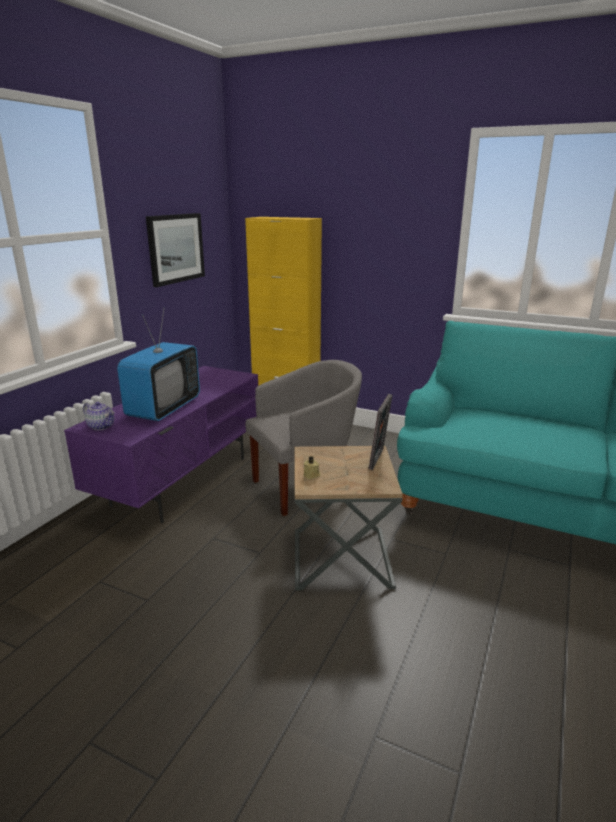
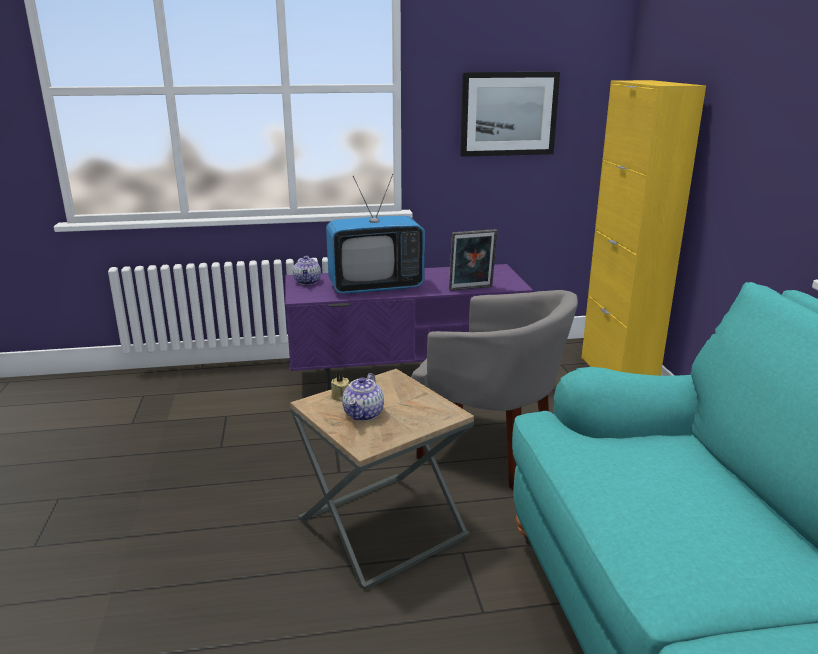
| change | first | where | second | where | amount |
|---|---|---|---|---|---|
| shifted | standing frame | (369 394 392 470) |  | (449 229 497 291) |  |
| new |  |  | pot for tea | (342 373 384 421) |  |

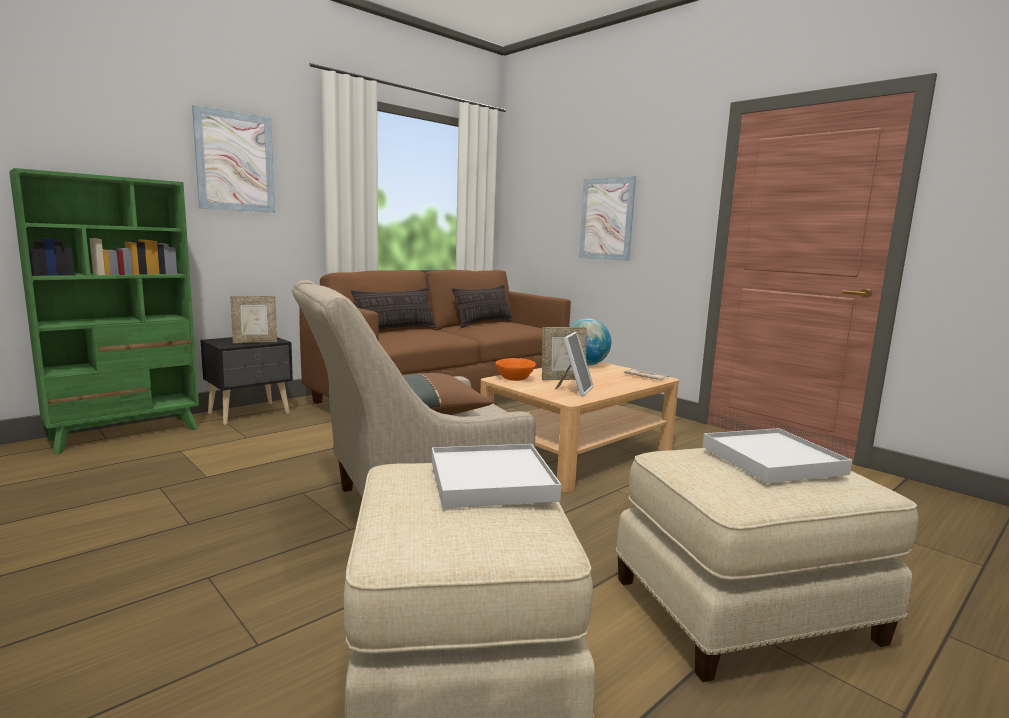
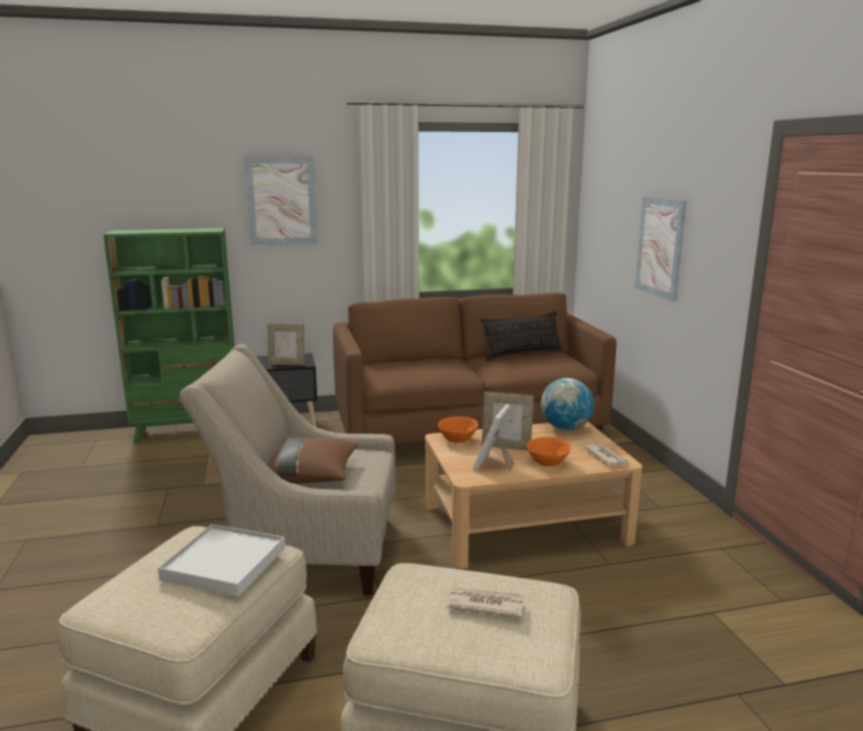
| change | first | where | second | where | amount |
|---|---|---|---|---|---|
| gone | pillow | (351 287 437 330) |  |  |  |
| rotated | standing frame | (554 332 593 397) |  | (473 404 515 471) | 150 degrees clockwise |
| swapped | white-coloured carrying tray | (702 428 852 483) | printed paper | (447 587 525 618) |  |
| new |  |  | orange serving bowl | (527 437 571 466) |  |

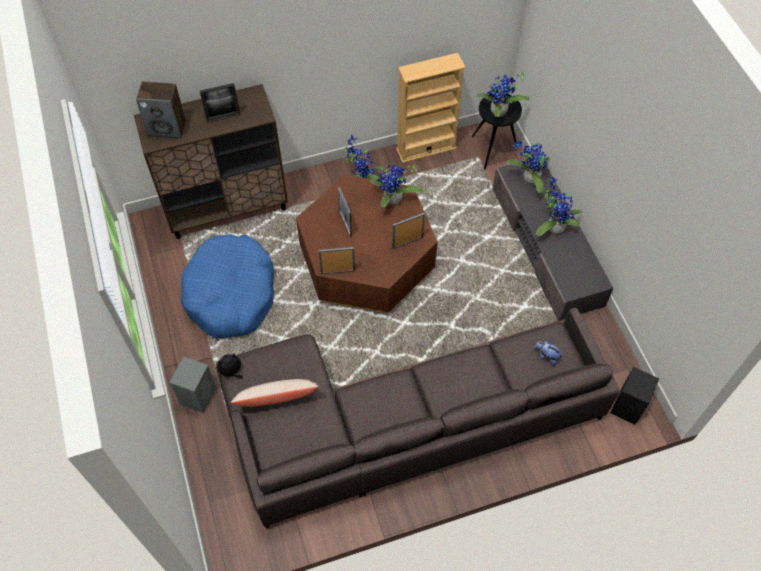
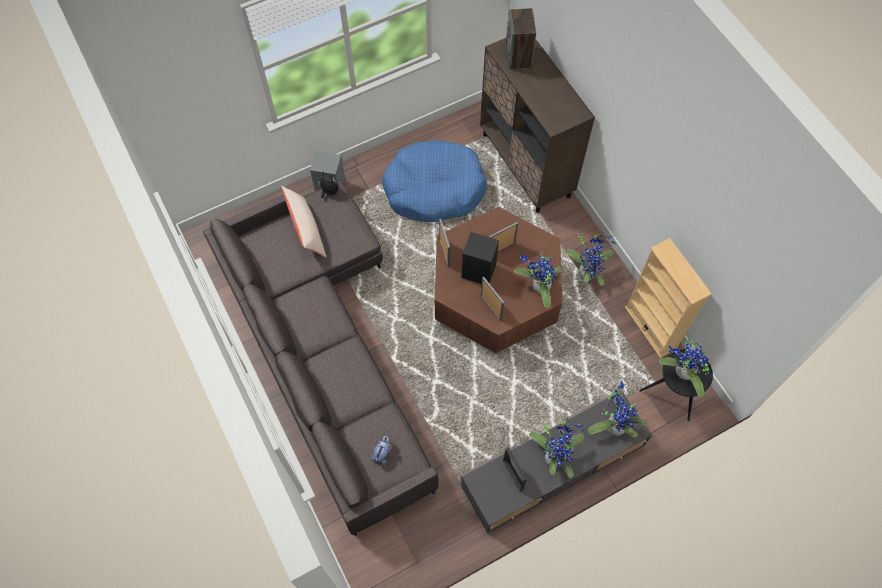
| change | first | where | second | where | amount |
|---|---|---|---|---|---|
| shifted | standing frame | (200 83 240 123) |  | (503 447 527 492) |  |
| shifted | black-coloured loudspeaker | (611 367 659 425) |  | (462 232 499 284) |  |

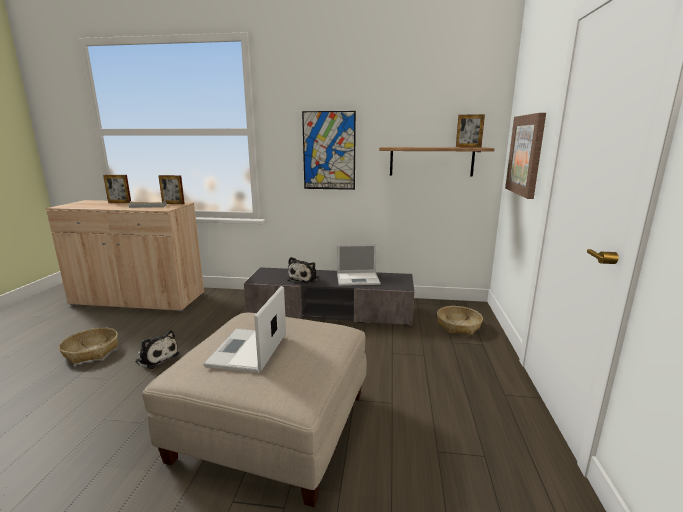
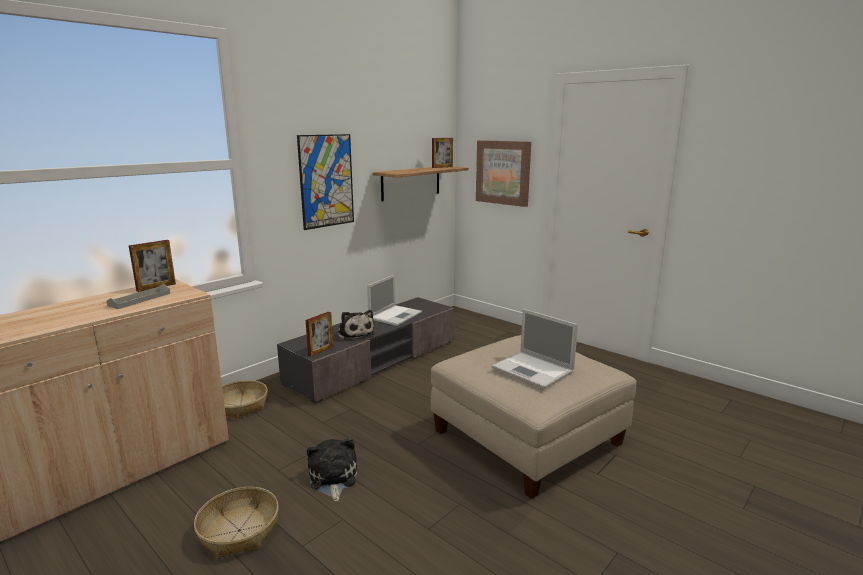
| change | first | where | second | where | amount |
|---|---|---|---|---|---|
| shifted | standing frame | (103 175 131 203) |  | (306 312 333 357) |  |
| rotated | plush toy | (136 330 179 369) |  | (307 438 357 502) | 75 degrees counterclockwise |
| shifted | storage basket | (437 306 483 335) |  | (222 380 268 419) |  |

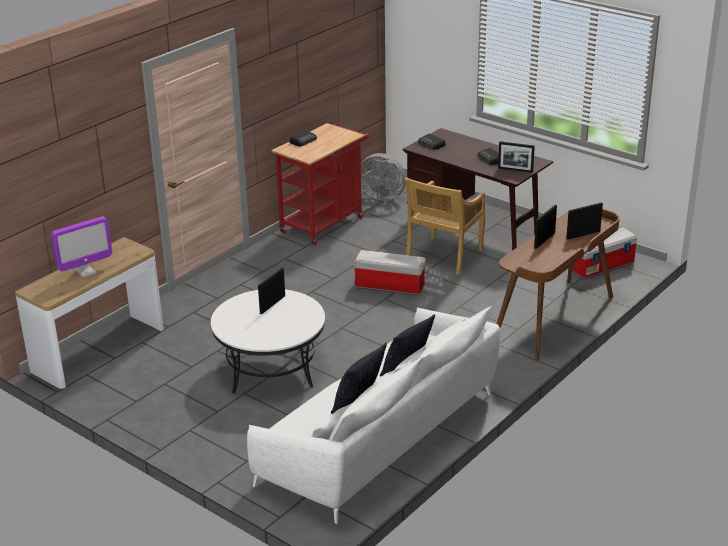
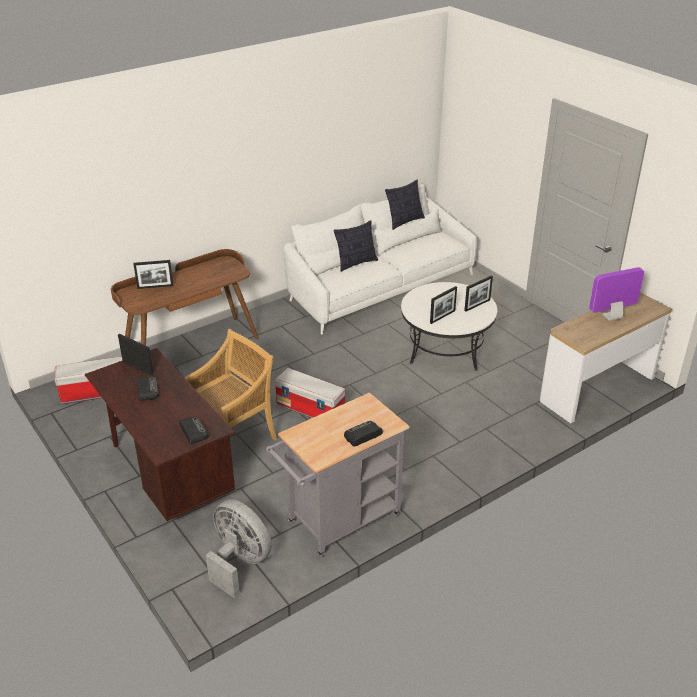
| change | first | where | second | where | amount |
|---|---|---|---|---|---|
| repainted | reddish cart | (272 123 370 246) | grey cart | (266 392 409 557) |  |
| shifted | standing frame | (534 205 557 249) |  | (464 276 493 312) |  |

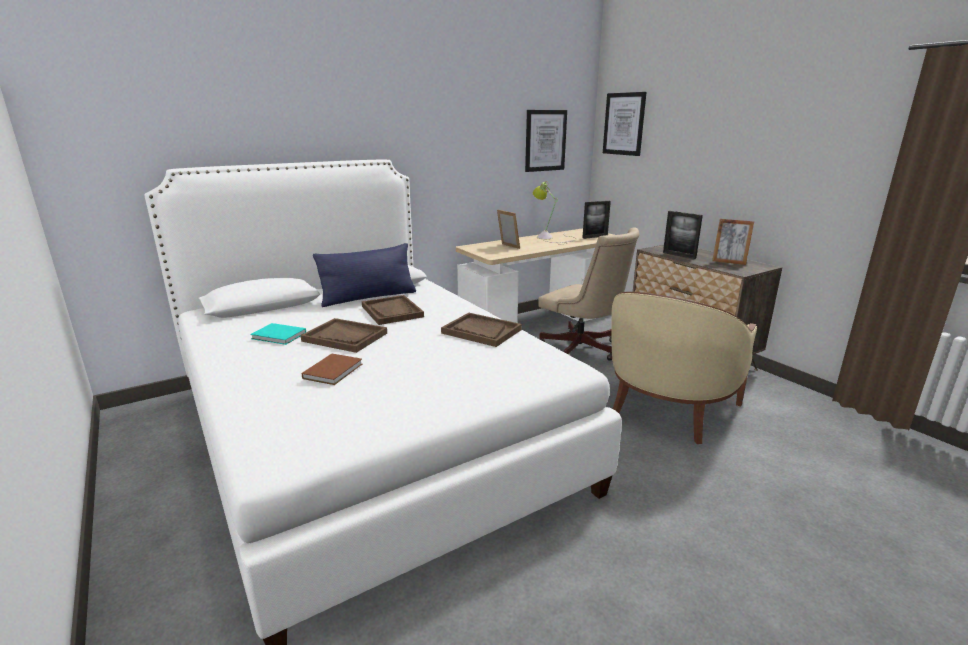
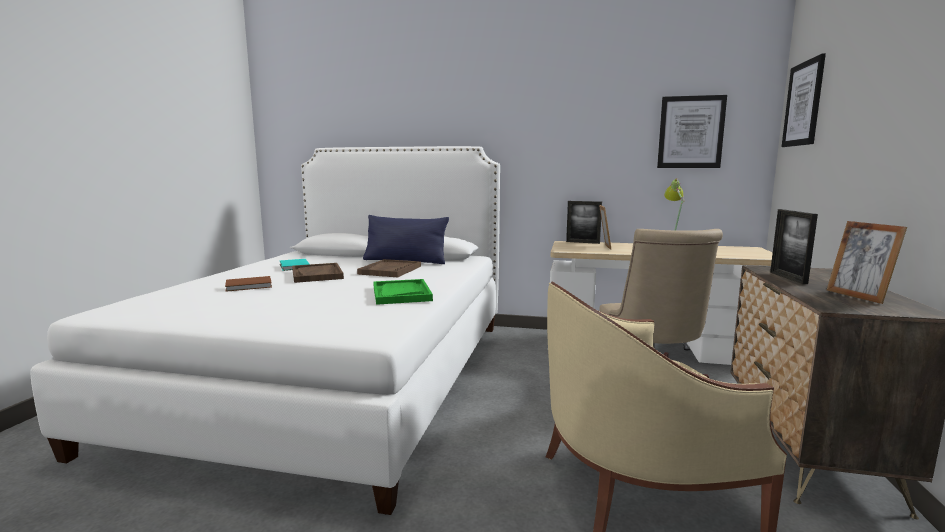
| change | first | where | second | where | amount |
|---|---|---|---|---|---|
| repainted | brown-coloured carrying tray | (441 313 522 347) | green-coloured carrying tray | (373 279 433 305) |  |
| shifted | standing frame | (583 201 611 239) |  | (566 201 602 244) |  |

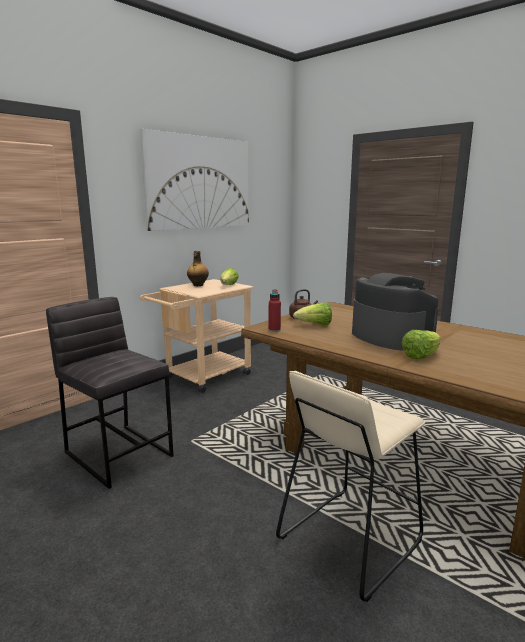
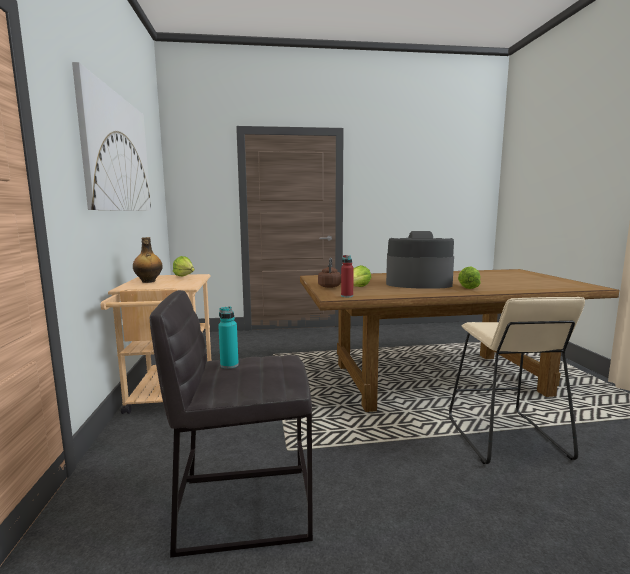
| change | first | where | second | where | amount |
|---|---|---|---|---|---|
| new |  |  | turquoise-coloured bottle | (218 306 239 369) |  |

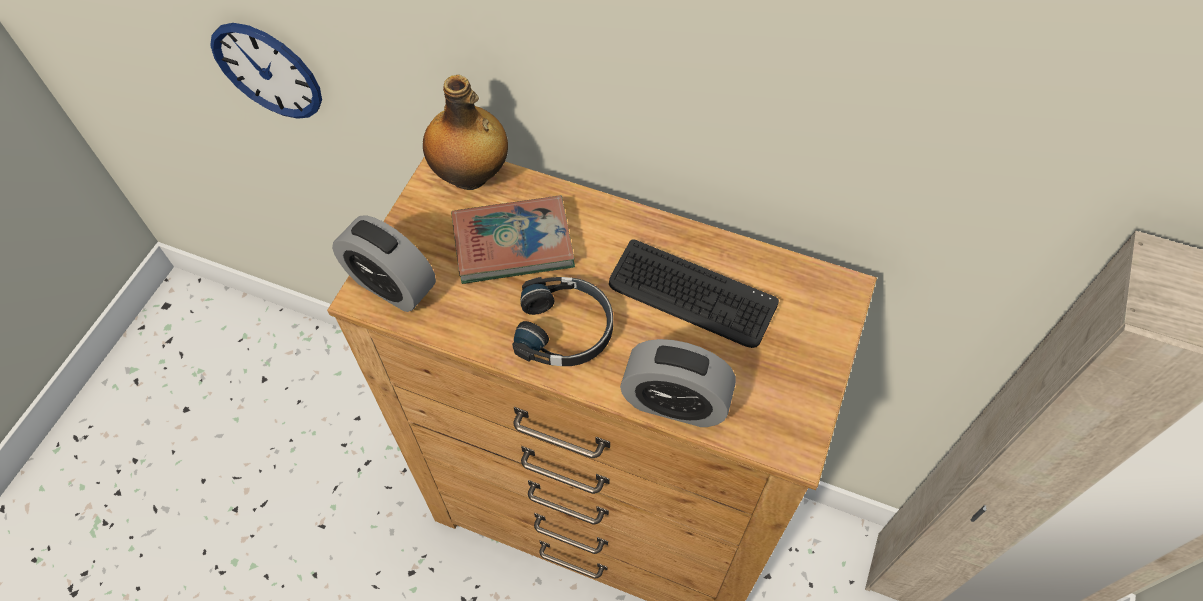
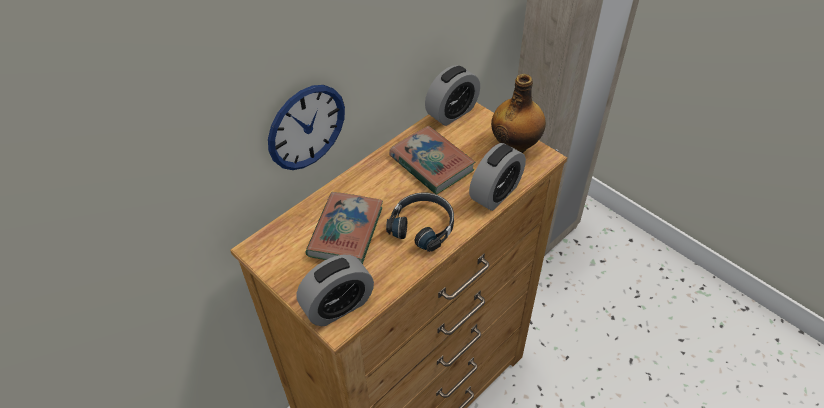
| change | first | where | second | where | amount |
|---|---|---|---|---|---|
| shifted | wall clock | (210 23 322 119) |  | (268 85 345 170) |  |
| shifted | bottle | (423 75 508 190) |  | (491 74 546 153) |  |
| swapped | keyboard | (609 239 779 348) | volume | (389 126 475 195) |  |
| new |  |  | table clock | (425 65 480 126) |  |

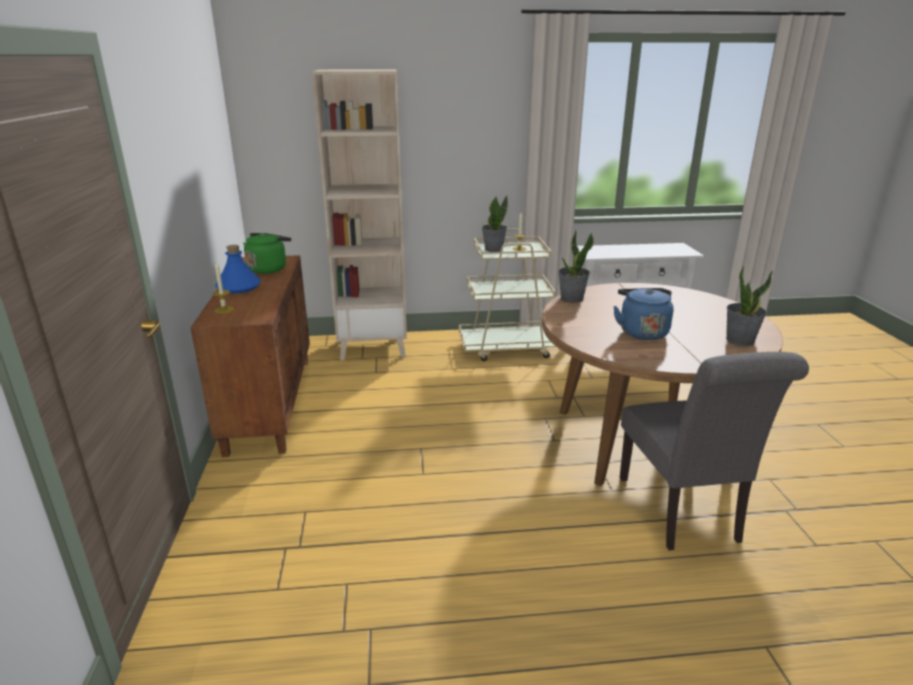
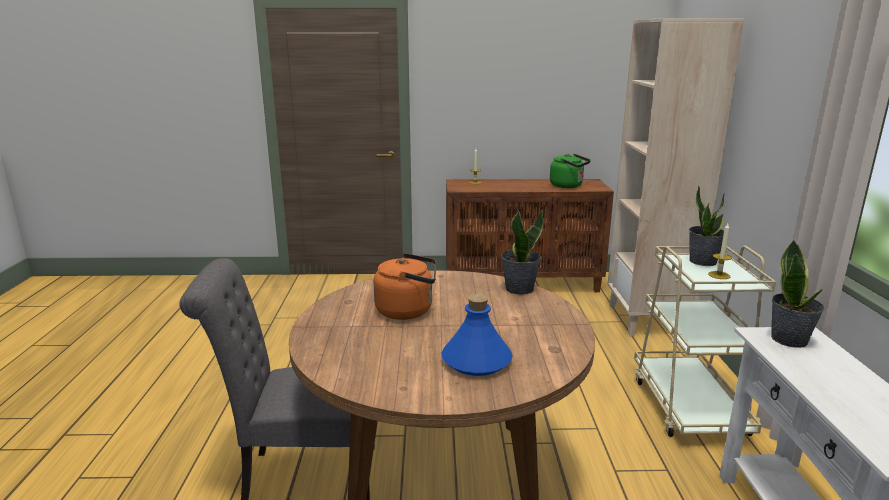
| change | first | where | second | where | amount |
|---|---|---|---|---|---|
| shifted | blue-coloured bottle | (215 245 261 294) |  | (442 294 513 376) |  |
| repainted | blue-coloured kettle | (613 288 674 340) | orange kettle | (374 253 436 320) |  |
| shifted | plant in a pot | (726 265 773 346) |  | (771 240 825 348) |  |

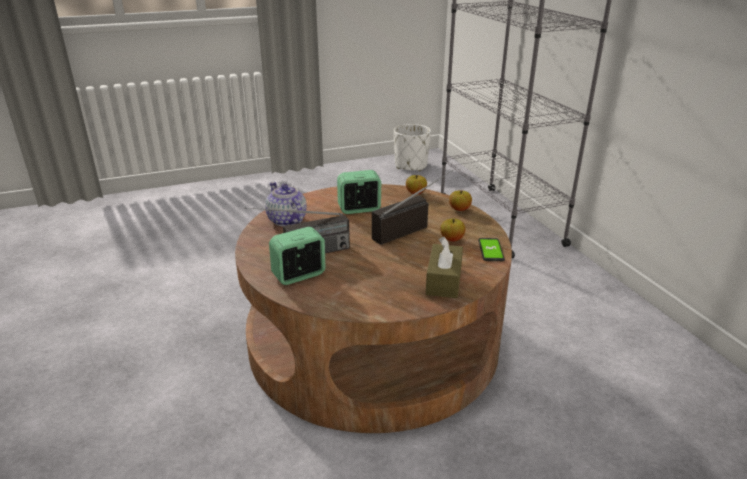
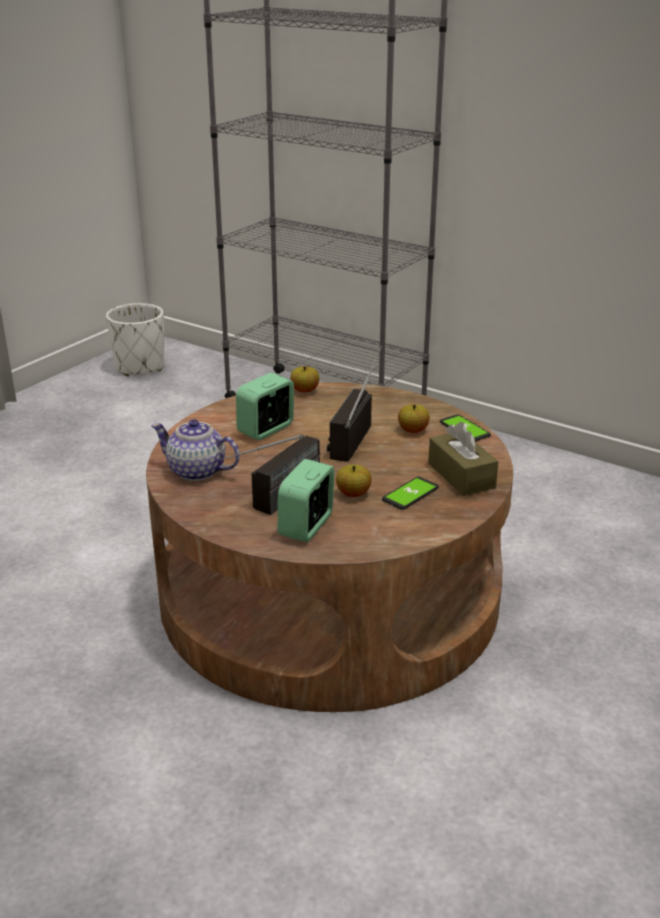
| change | first | where | second | where | amount |
|---|---|---|---|---|---|
| shifted | apple fruit | (449 190 472 211) |  | (336 464 372 497) |  |
| new |  |  | telephone | (382 477 439 510) |  |

